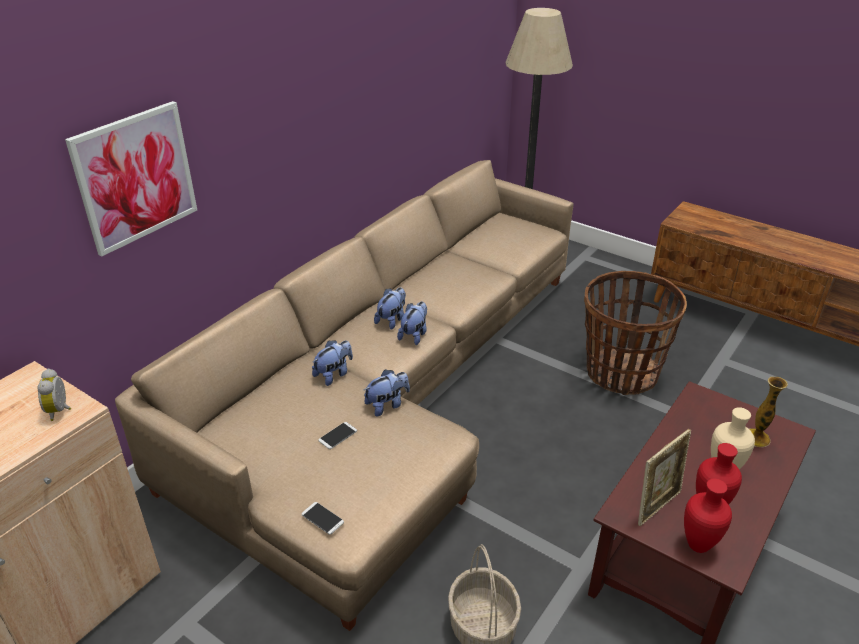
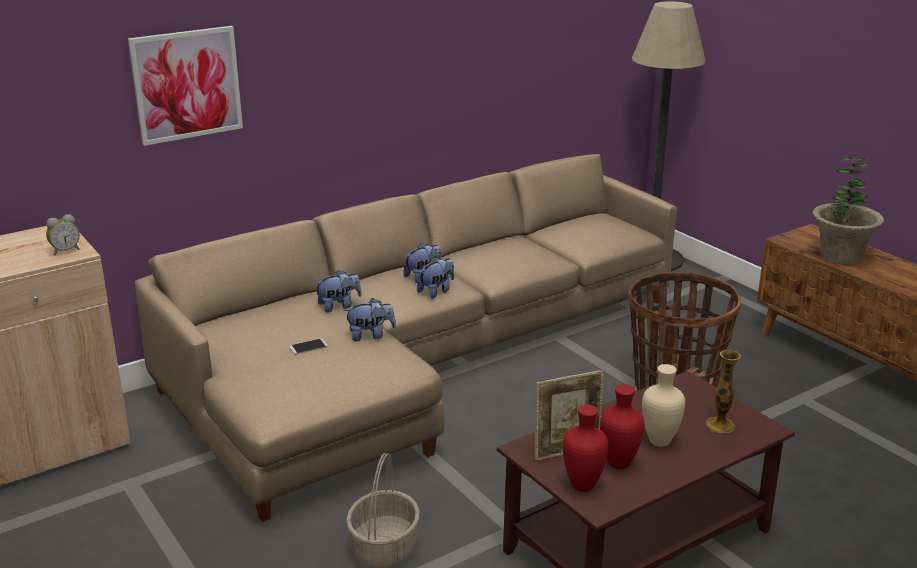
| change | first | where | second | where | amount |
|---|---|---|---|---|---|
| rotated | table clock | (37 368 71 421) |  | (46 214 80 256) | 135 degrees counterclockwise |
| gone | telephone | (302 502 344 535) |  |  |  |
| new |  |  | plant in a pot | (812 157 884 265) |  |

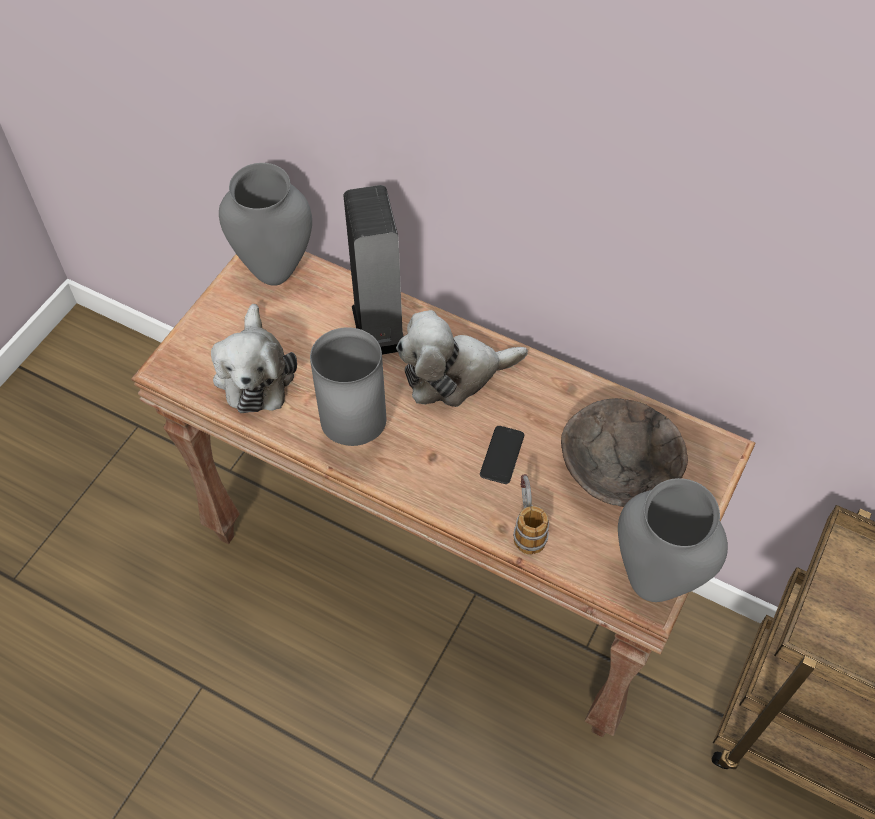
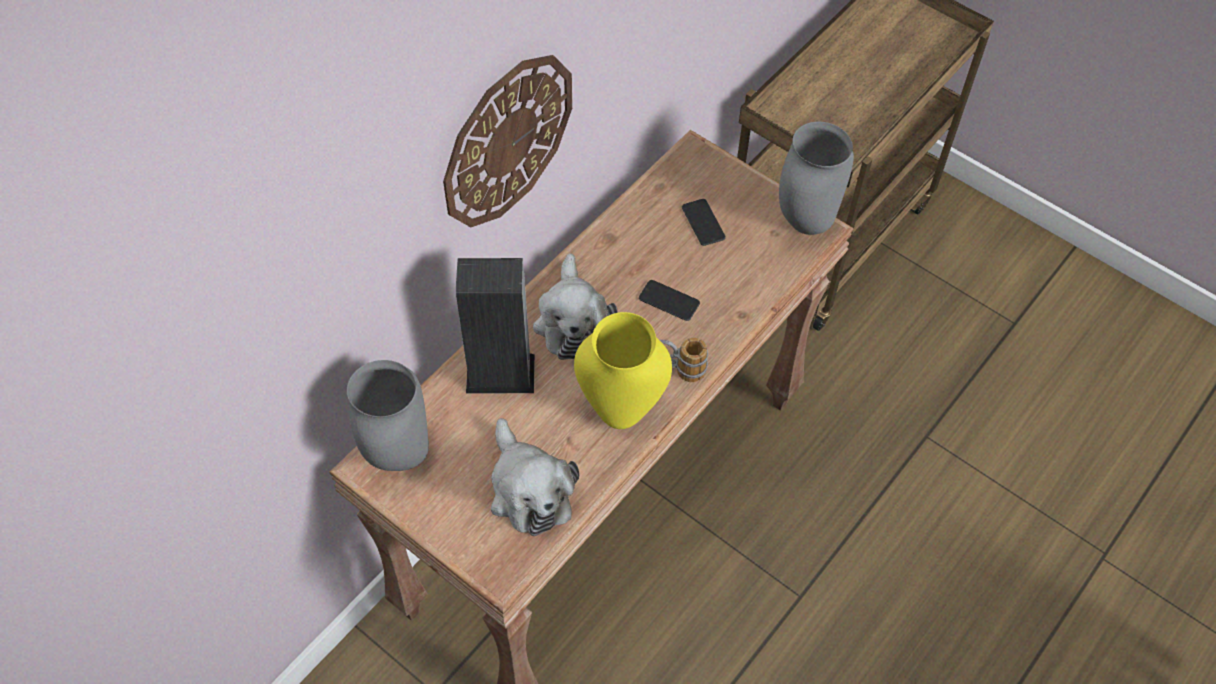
| change | first | where | second | where | amount |
|---|---|---|---|---|---|
| rotated | plush toy | (211 304 297 413) |  | (491 418 579 536) | 60 degrees clockwise |
| repainted | grey decorative vase | (310 327 386 446) | yellow-coloured decorative vase | (574 312 672 429) |  |
| shifted | tea mug | (513 474 549 554) |  | (660 337 708 382) |  |
| swapped | brown-coloured serving bowl | (561 398 688 507) | telephone | (682 199 726 246) |  |
| new |  |  | wall clock | (443 55 572 227) |  |

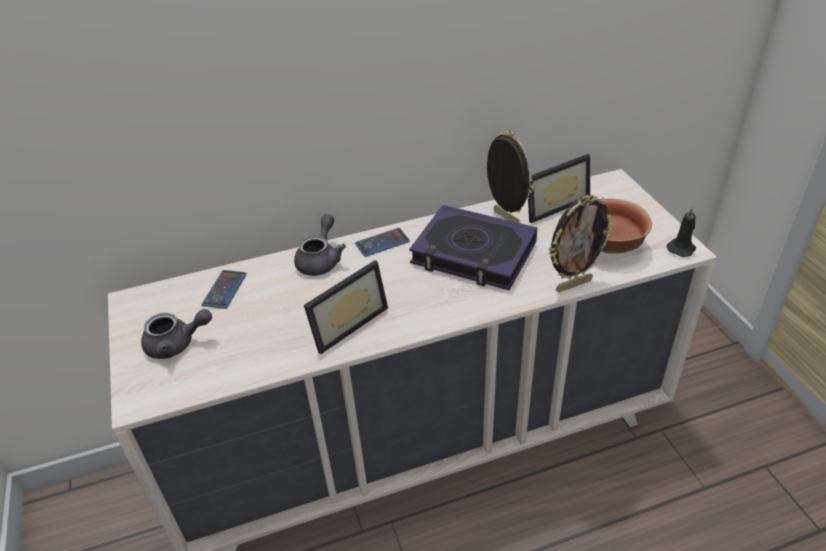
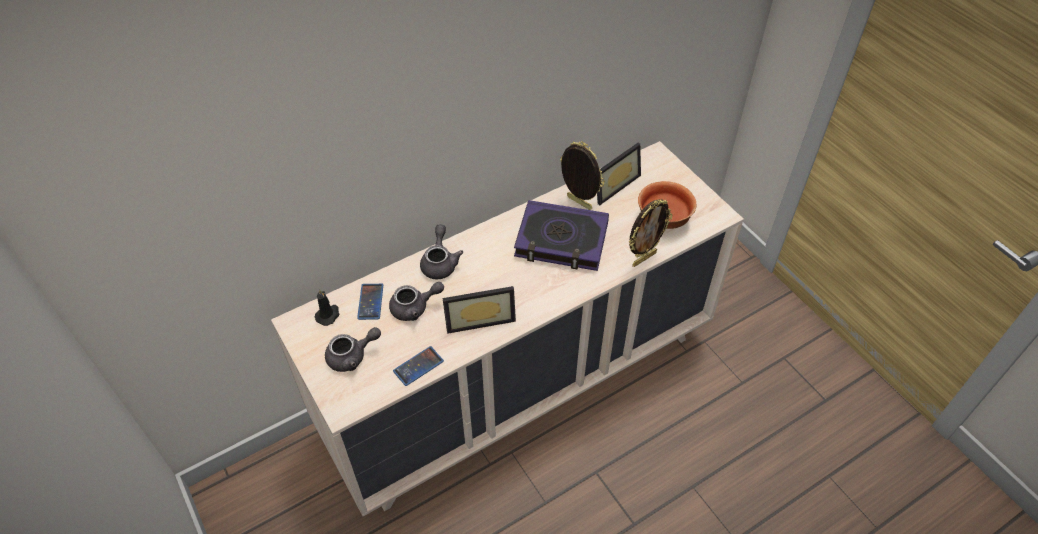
| change | first | where | second | where | amount |
|---|---|---|---|---|---|
| rotated | standing frame | (304 260 388 354) |  | (443 286 516 334) | 45 degrees clockwise |
| shifted | telephone | (355 228 410 257) |  | (393 346 444 386) |  |
| shifted | black-coloured candle | (666 206 696 257) |  | (315 289 339 326) |  |
| new |  |  | grey pot for tea | (389 282 444 321) |  |

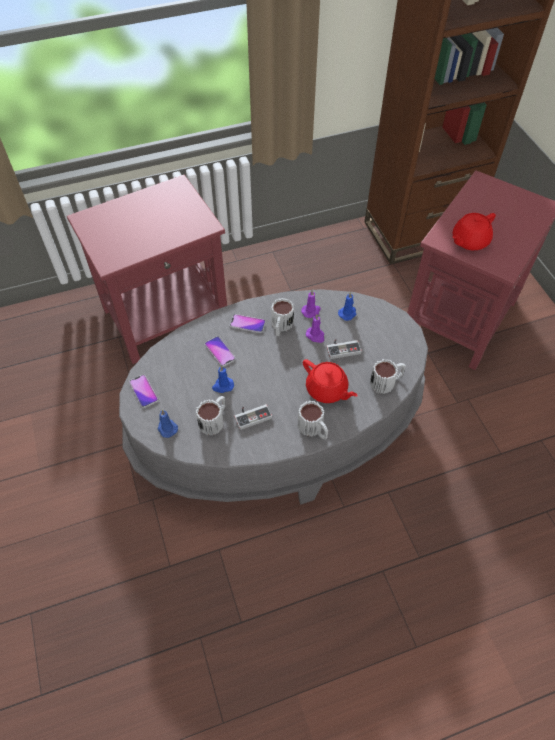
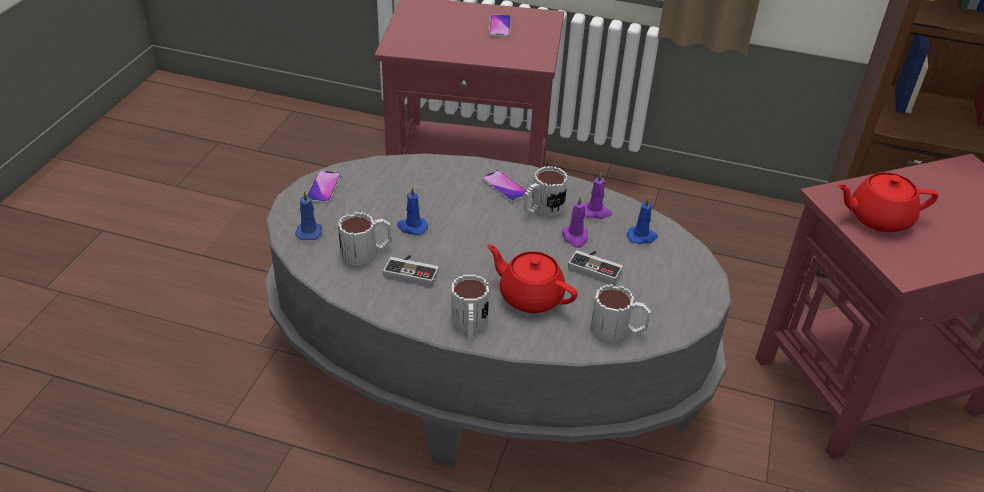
| change | first | where | second | where | amount |
|---|---|---|---|---|---|
| shifted | telephone | (205 336 236 367) |  | (489 14 511 37) |  |
| rotated | reddish pot for tea | (303 359 358 403) |  | (487 244 577 313) | 135 degrees clockwise |

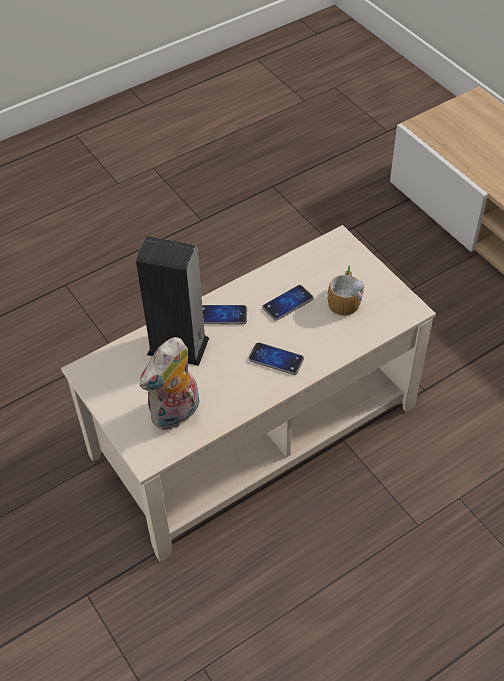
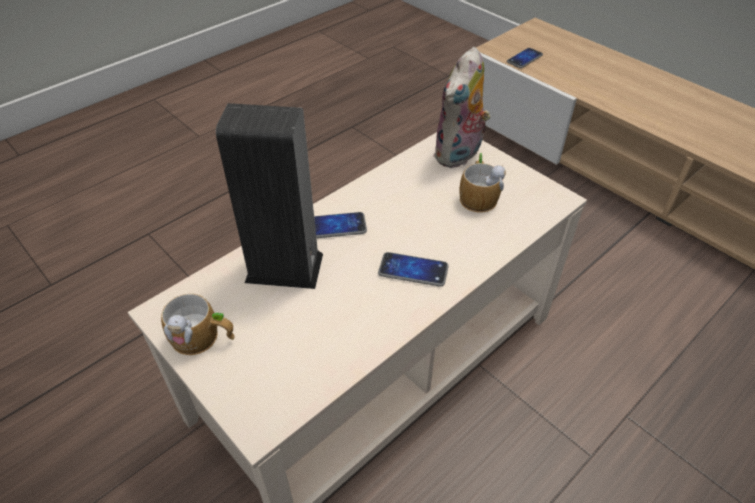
| change | first | where | second | where | amount |
|---|---|---|---|---|---|
| shifted | plush toy | (140 337 200 430) |  | (433 47 491 168) |  |
| shifted | telephone | (262 285 314 321) |  | (507 48 543 68) |  |
| new |  |  | tea mug | (161 294 235 355) |  |

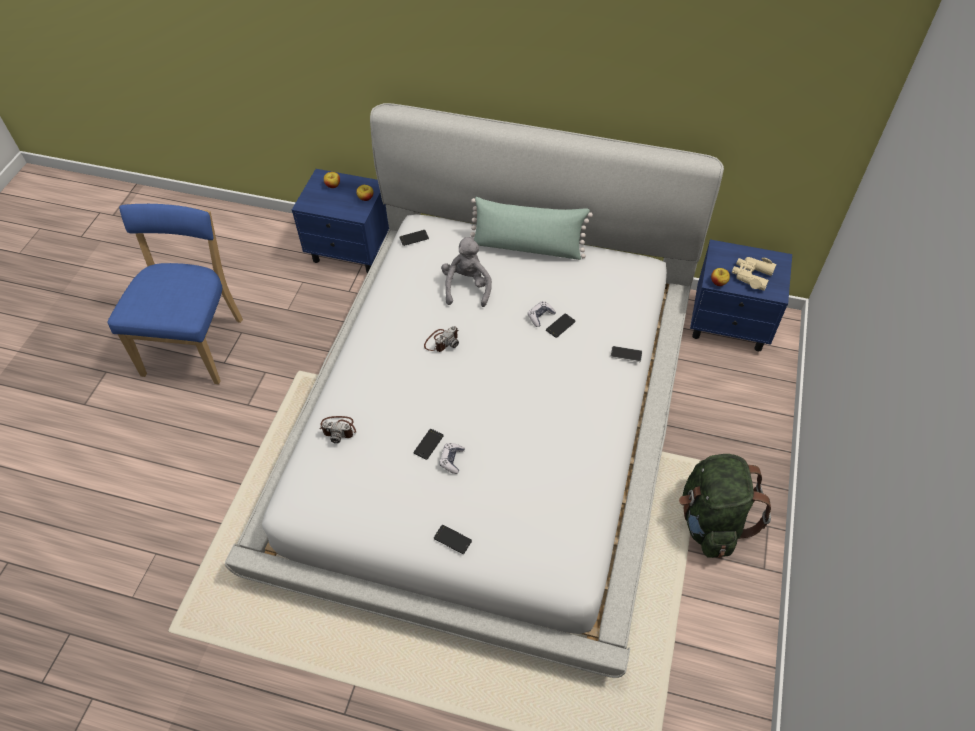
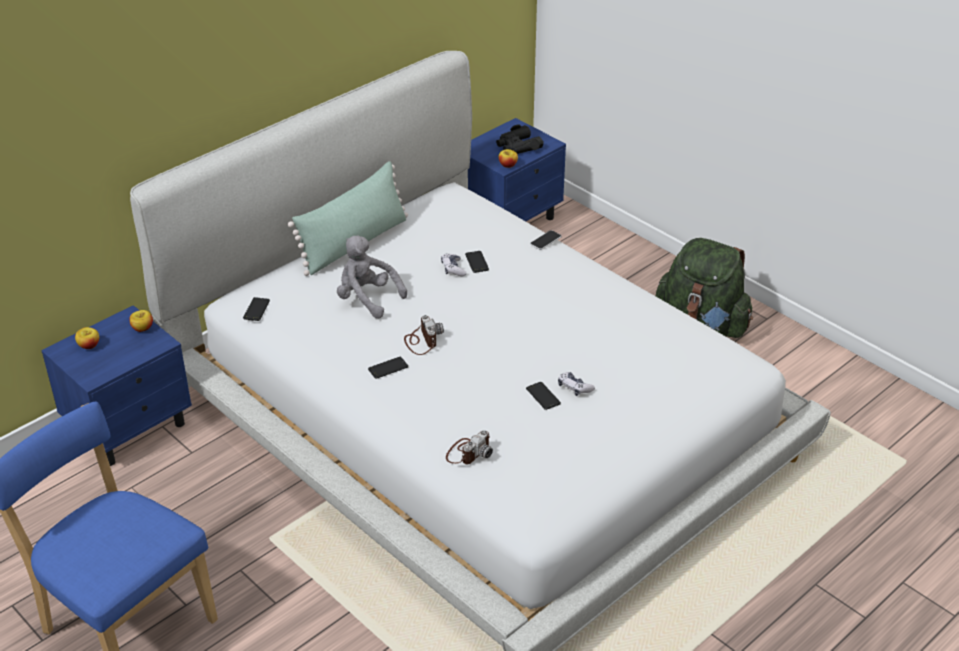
| change | first | where | second | where | amount |
|---|---|---|---|---|---|
| shifted | telephone | (434 525 472 554) |  | (368 357 408 379) |  |
| repainted | beige-coloured binoculars | (732 257 777 291) | black-coloured binoculars | (496 124 544 154) |  |

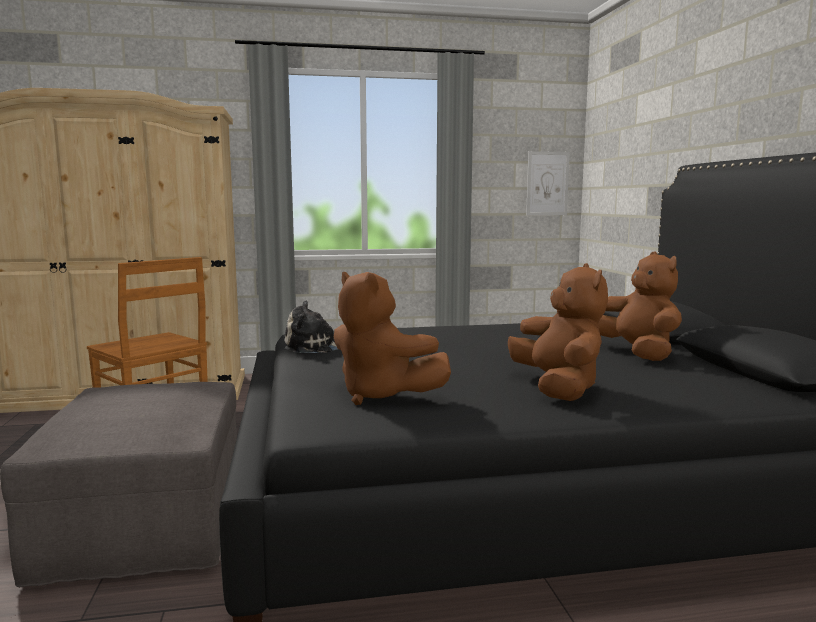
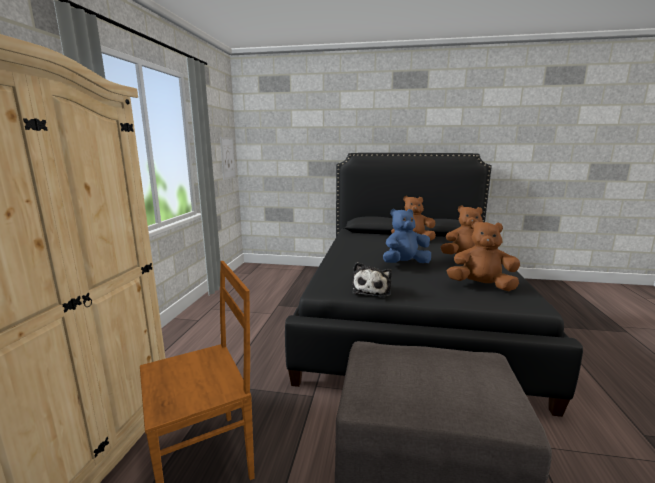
| change | first | where | second | where | amount |
|---|---|---|---|---|---|
| rotated | brown-coloured plush toy | (334 272 451 405) |  | (447 220 520 291) | 135 degrees counterclockwise |
| new |  |  | blue-coloured plush toy | (383 209 431 263) |  |

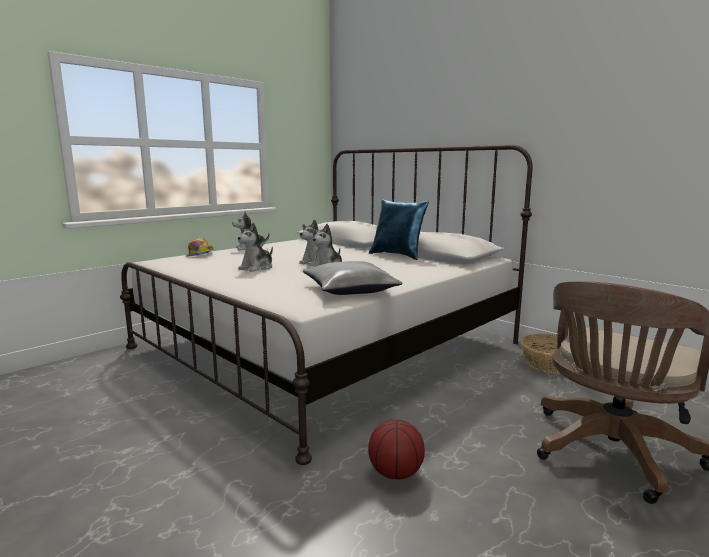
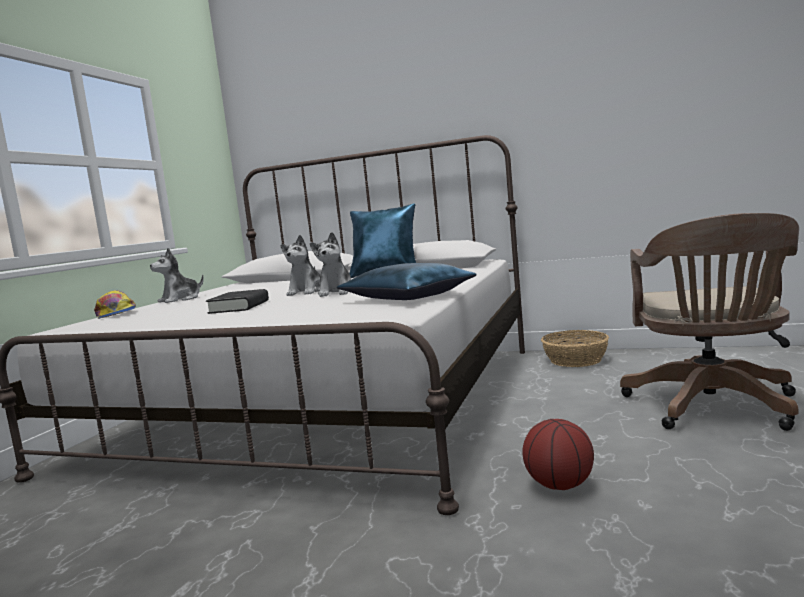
| change | first | where | second | where | amount |
|---|---|---|---|---|---|
| swapped | plush toy | (238 223 273 272) | black-coloured volume | (206 289 269 314) |  |
| repainted | grey pillow | (303 261 402 295) | blue-coloured pillow | (337 263 477 300) |  |

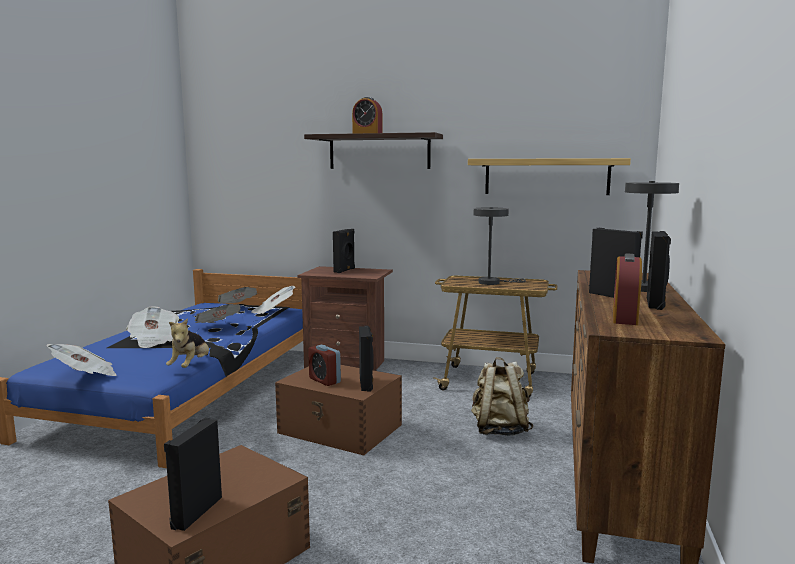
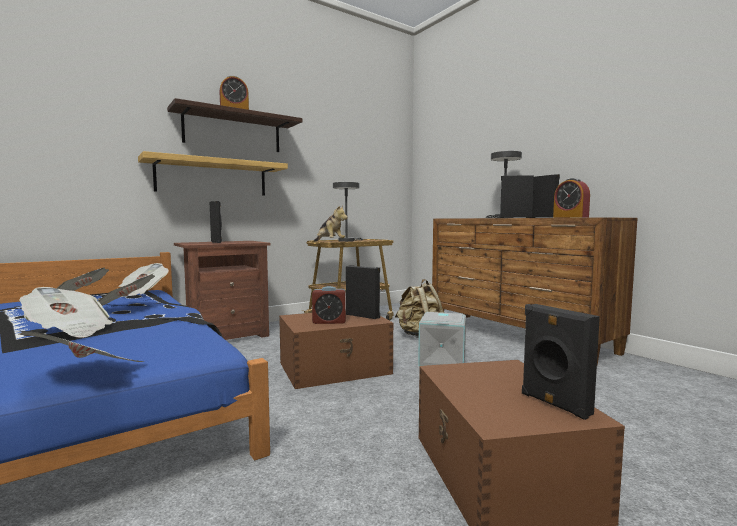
| change | first | where | second | where | amount |
|---|---|---|---|---|---|
| shifted | plush toy | (166 318 209 368) |  | (314 206 348 242) |  |
| shifted | shelf | (468 158 631 195) |  | (138 151 288 196) |  |
| new |  |  | grey storage bin | (418 312 466 366) |  |

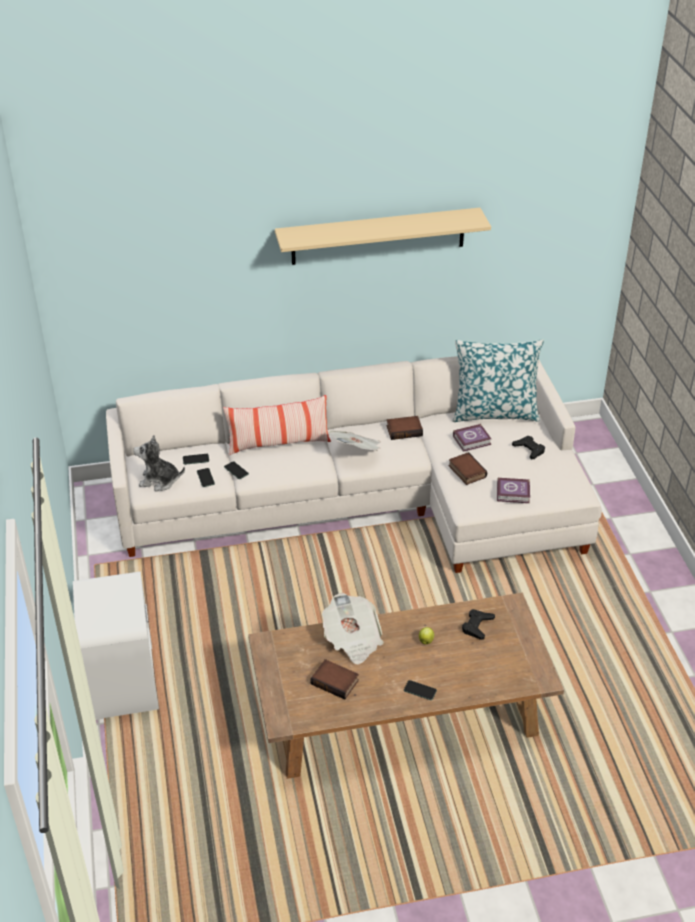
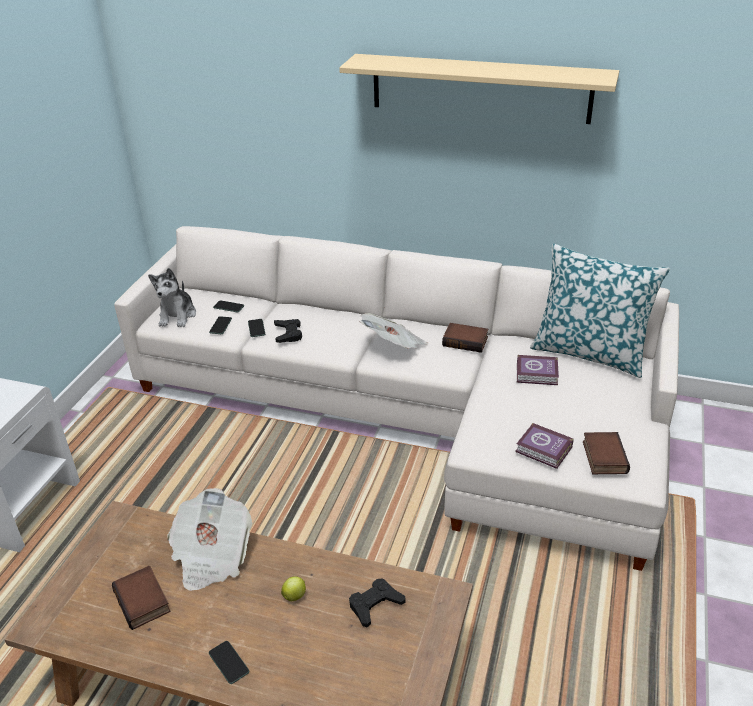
| change | first | where | second | where | amount |
|---|---|---|---|---|---|
| rotated | plush toy | (134 435 185 491) |  | (148 268 196 327) | 120 degrees counterclockwise |
| gone | pillow | (223 395 331 456) |  |  |  |
| shifted | volume | (448 452 487 485) |  | (583 432 630 474) |  |
| shifted | black-coloured joypad | (512 436 545 459) |  | (274 319 302 343) |  |

